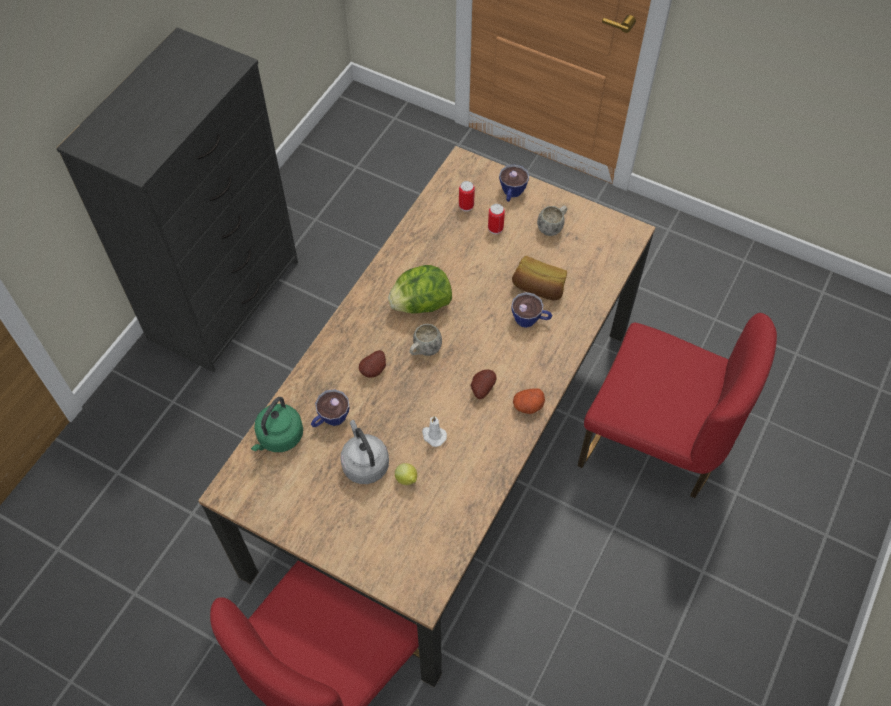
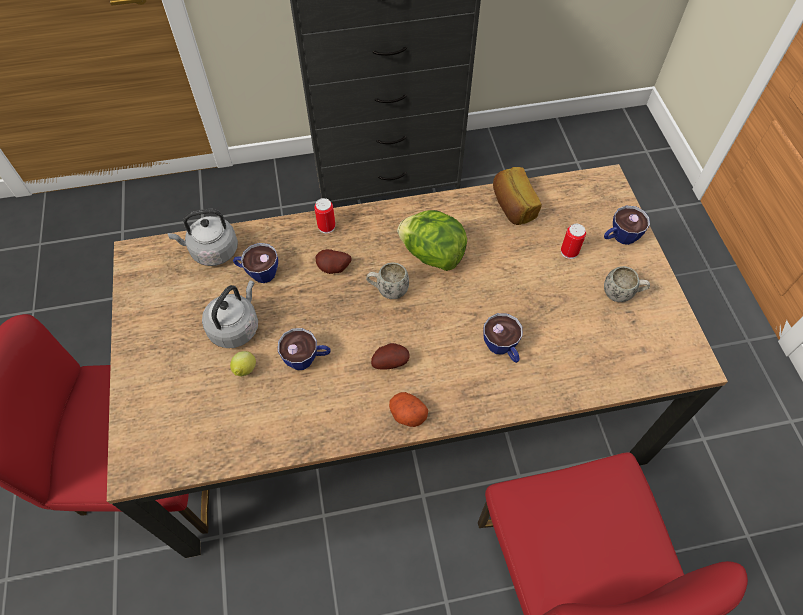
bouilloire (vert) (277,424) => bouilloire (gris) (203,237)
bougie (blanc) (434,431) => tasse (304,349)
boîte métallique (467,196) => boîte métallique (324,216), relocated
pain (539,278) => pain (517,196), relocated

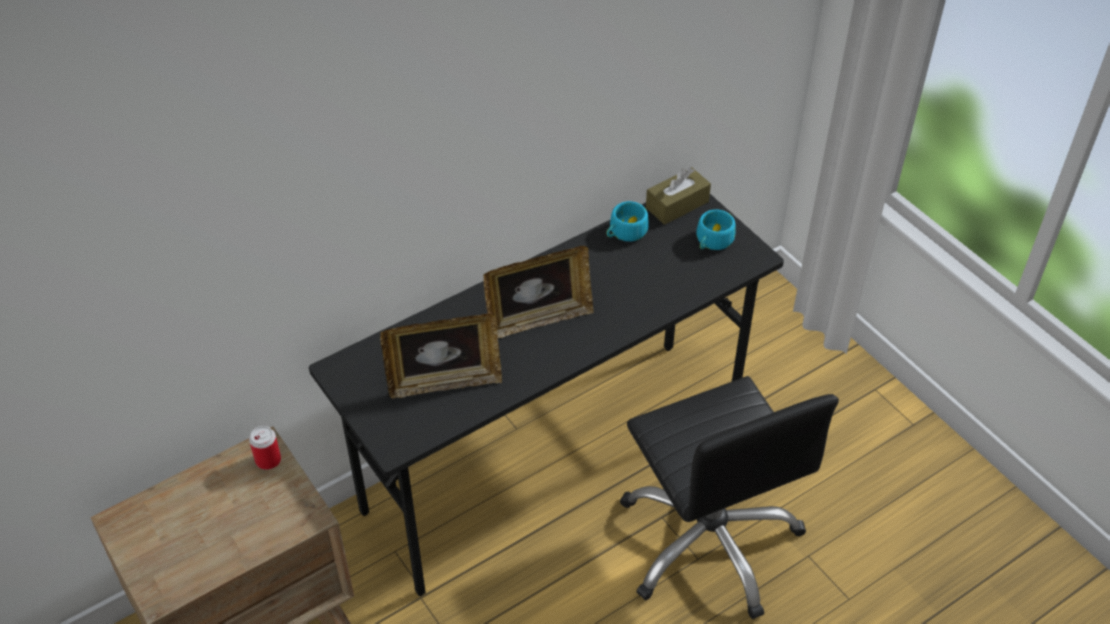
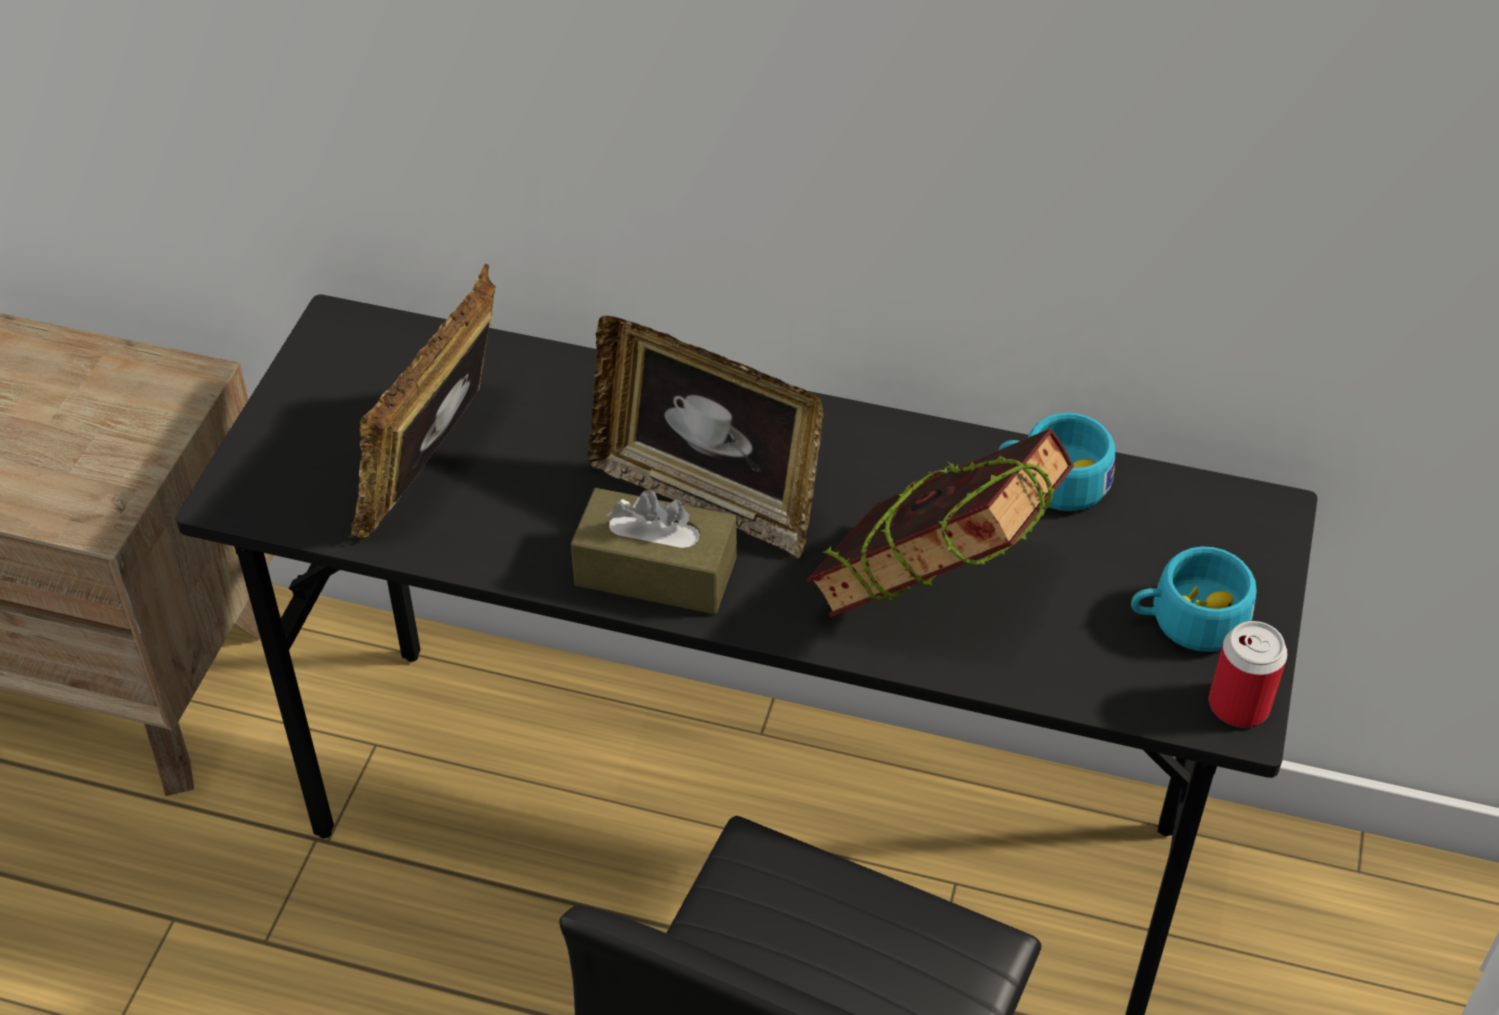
cadre photo (441,356) => cadre photo (422,401), 75 degrees clockwise
boîte à mouchoirs (marron) (678,196) => boîte à mouchoirs (marron) (654,551), relocated
nothing => livre (940,522)
boîte métallique (265,448) => boîte métallique (1248,674), relocated

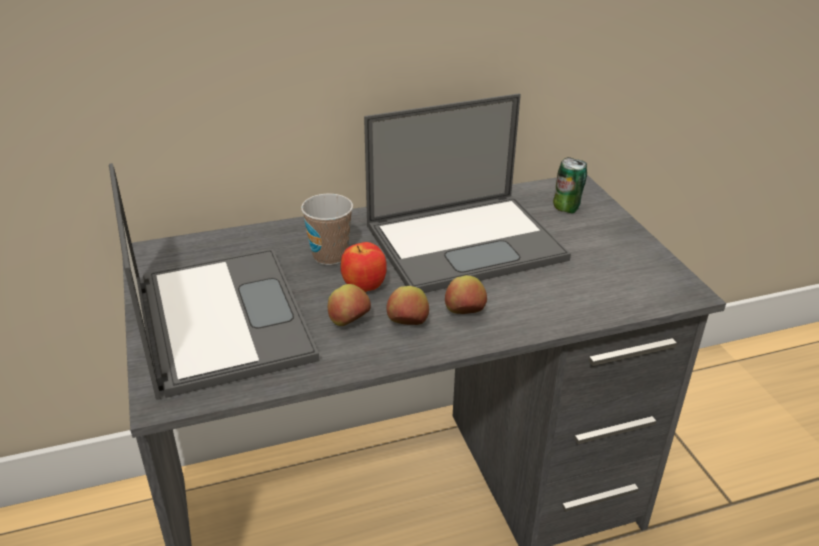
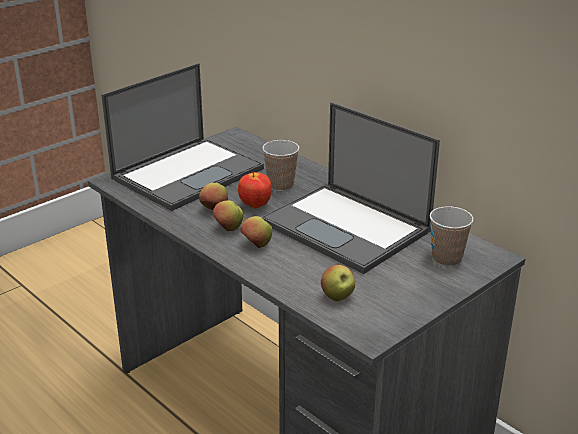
nothing => pomme (338,283)
boîte métallique (570,185) => tasse (452,236)

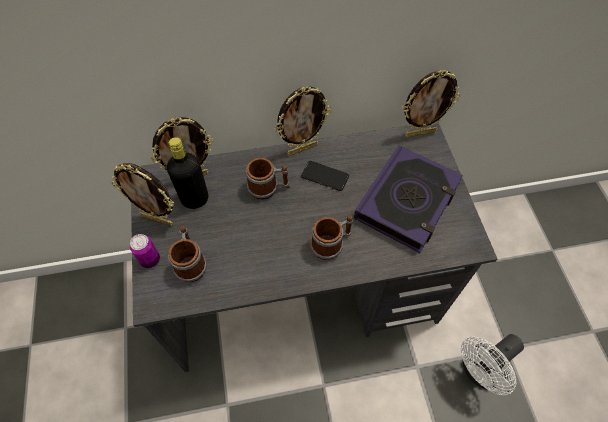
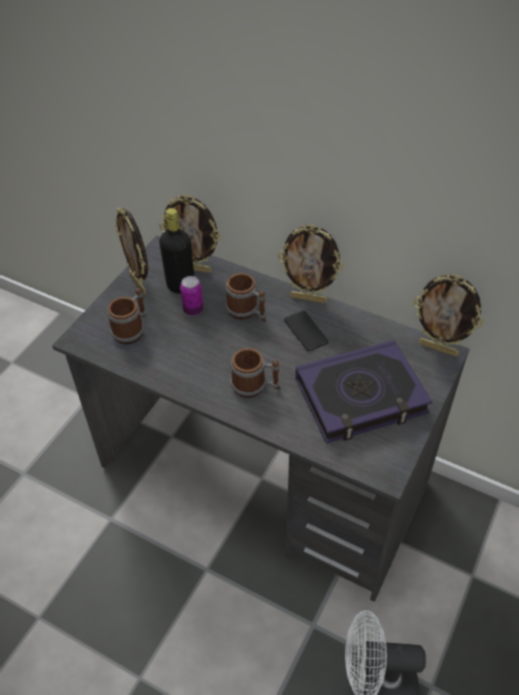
boîte métallique (145,251) => boîte métallique (191,296), relocated

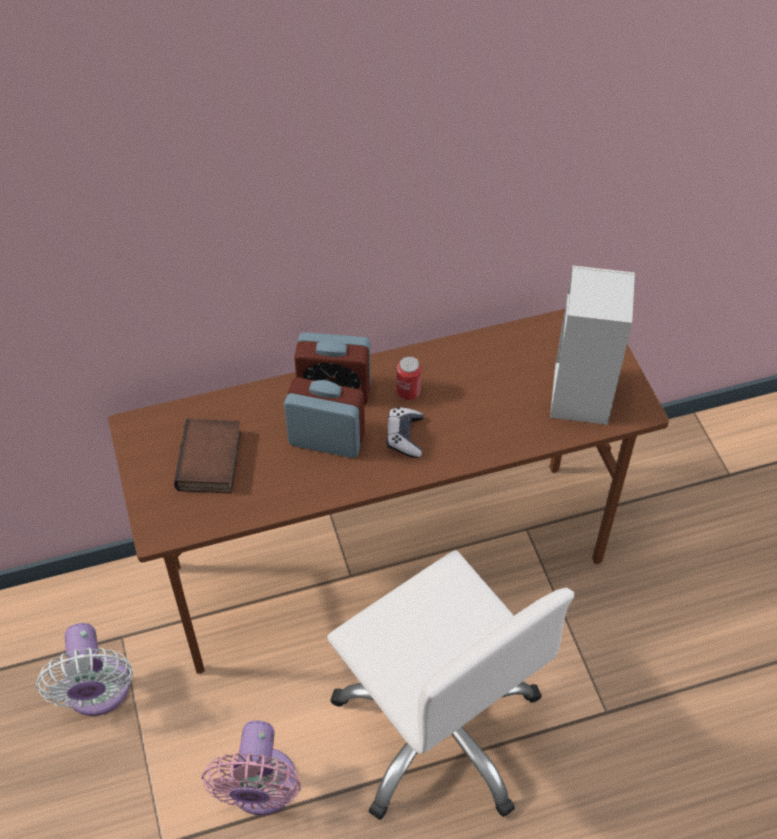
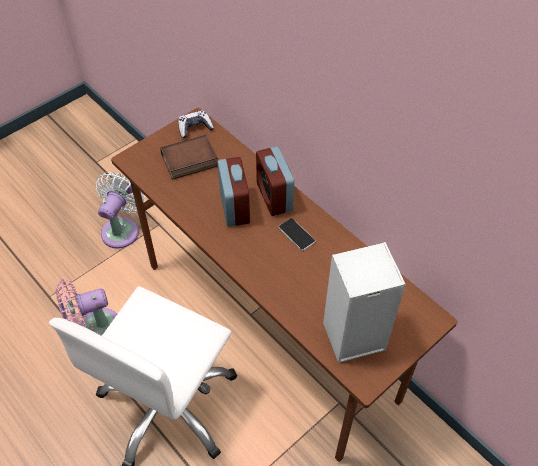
ventilateur (blanc) (84,669) => ventilateur (blanc) (120,210), 150 degrees clockwise
manette (404,432) => manette (196,124), relocated
boîte métallique (409,378) => téléphone (297,234)

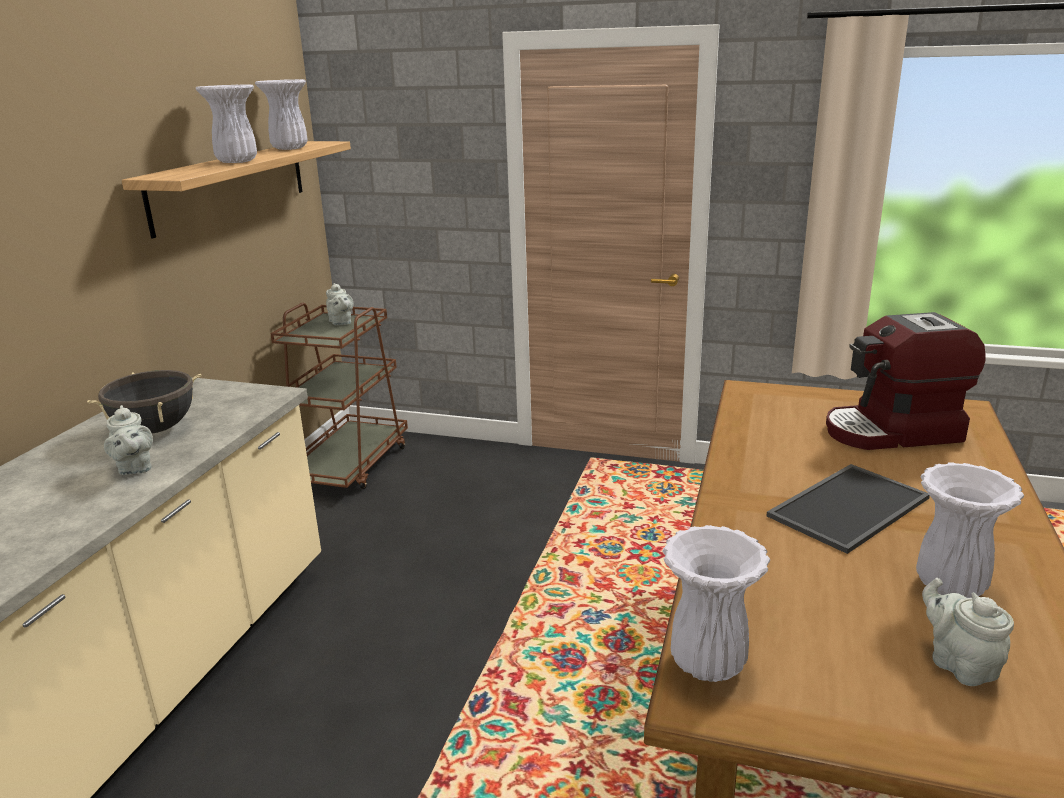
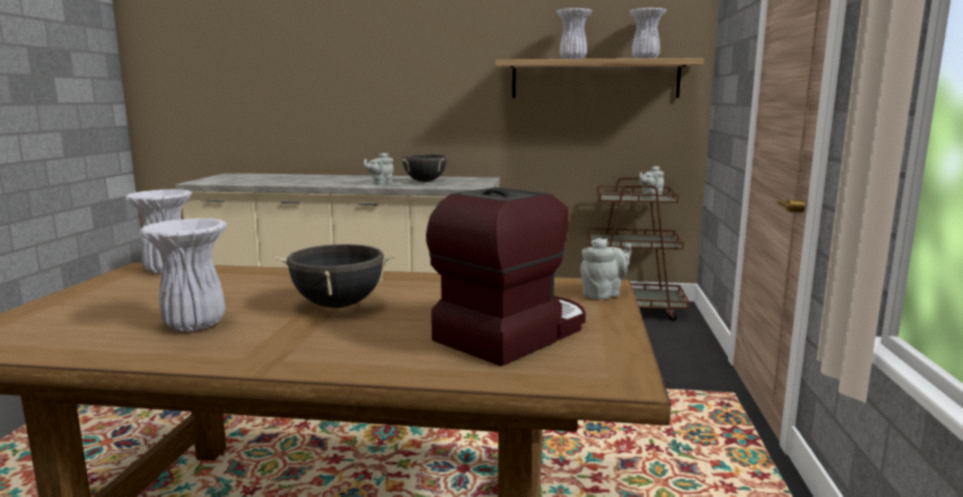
plateau (848,509) => marmite (noir) (335,276)
machine à café (905,381) => machine à café (506,276), 60 degrees clockwise
théière (gris) (968,632) => théière (gris) (605,269), relocated

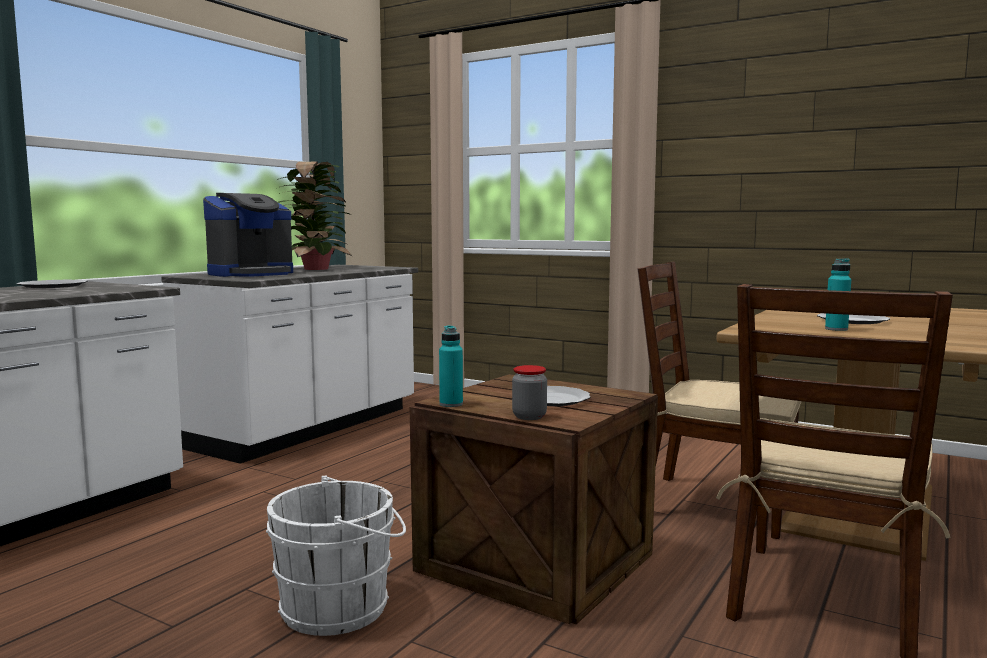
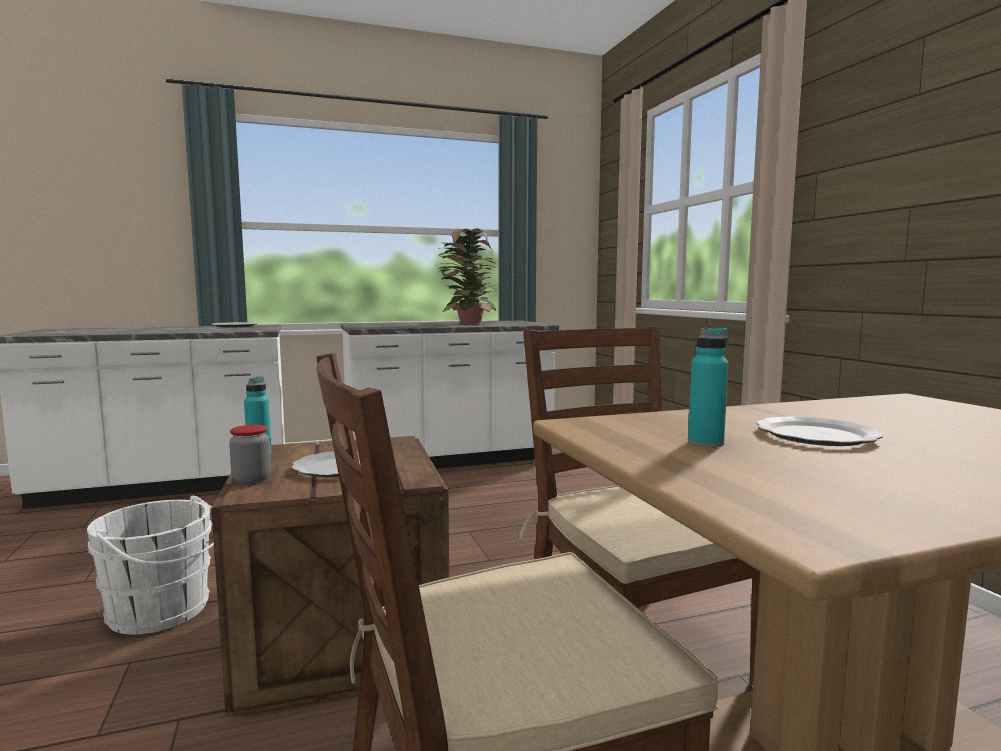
machine à café (248,235) => nothing

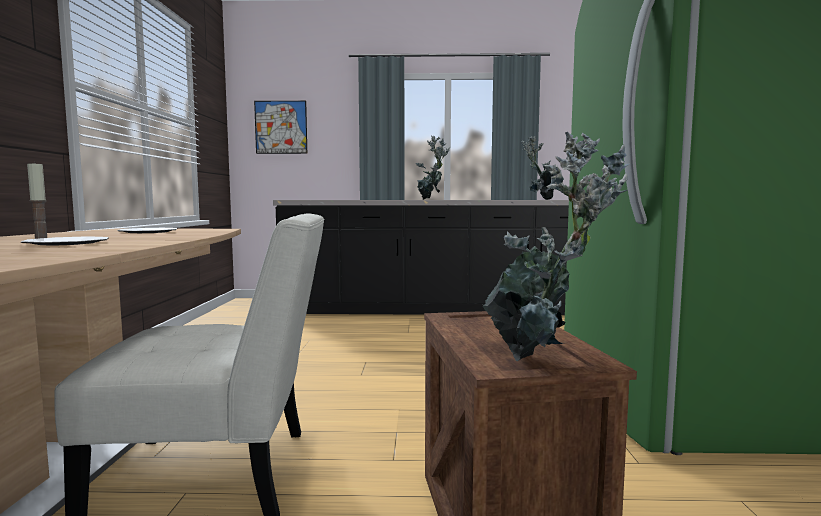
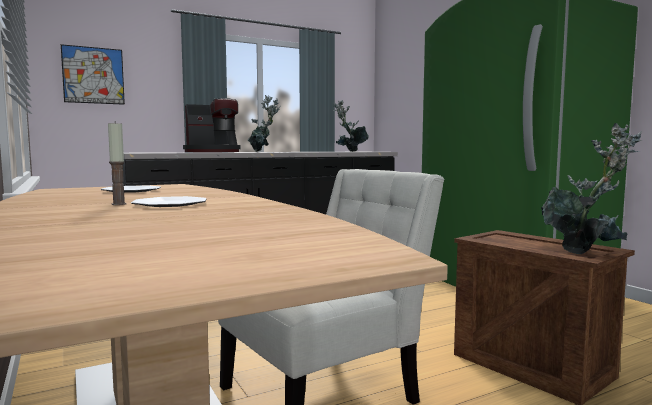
nothing => machine à café (212,125)

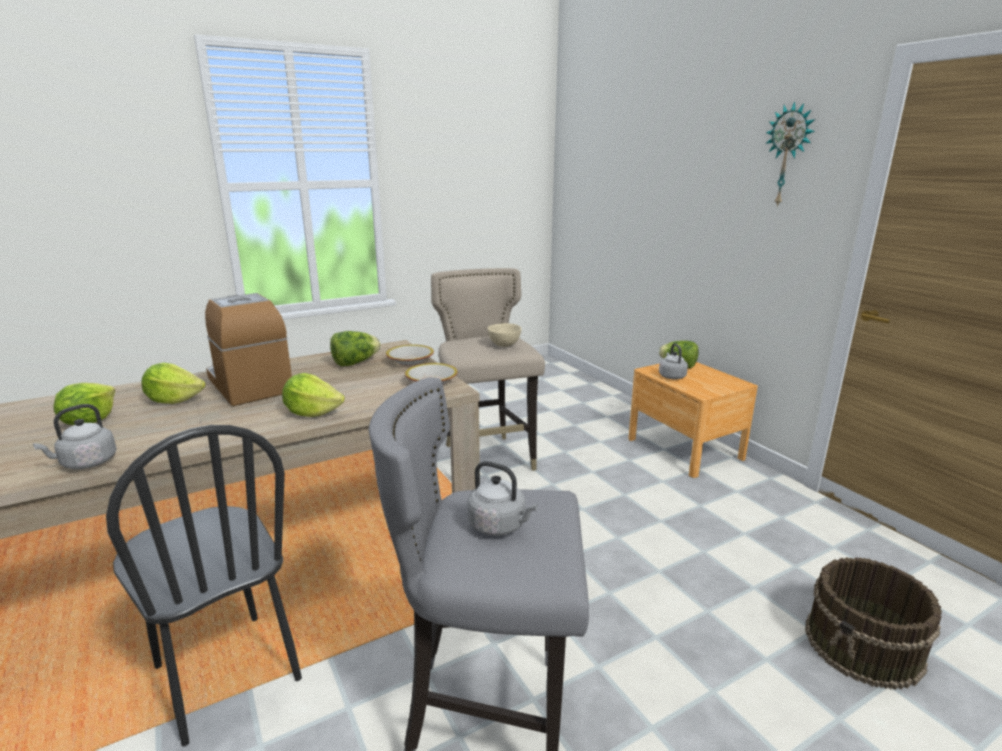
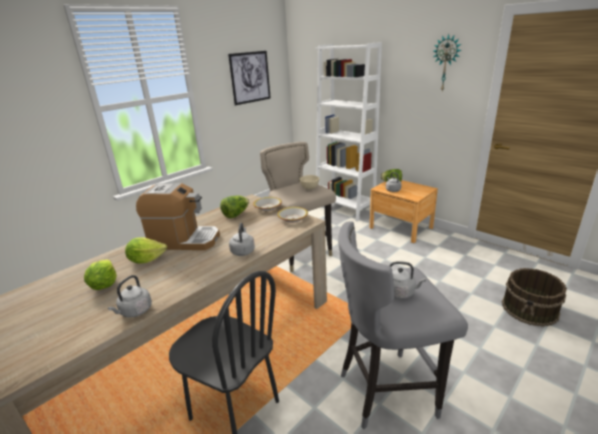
machine à café (248,349) => machine à café (178,216), 150 degrees clockwise
nothing => tableau (249,78)
laitue (313,395) => bouilloire (gris) (242,239)
nothing => bibliothèque (blanc) (349,131)

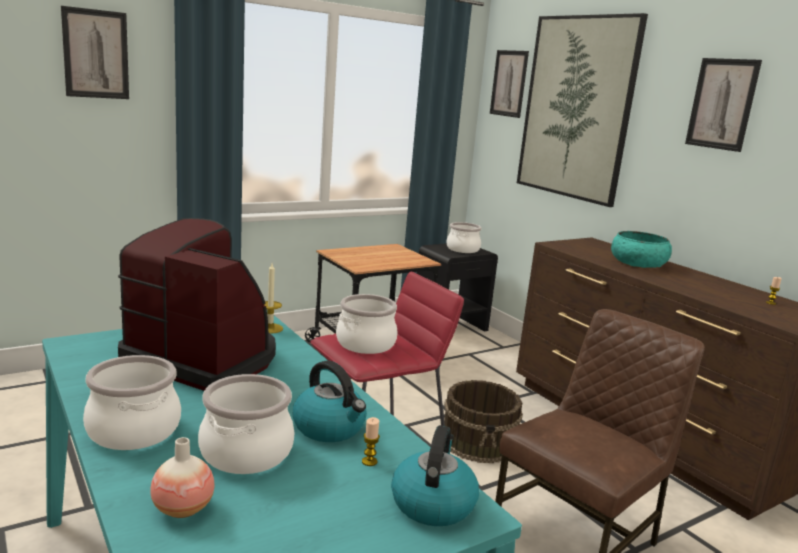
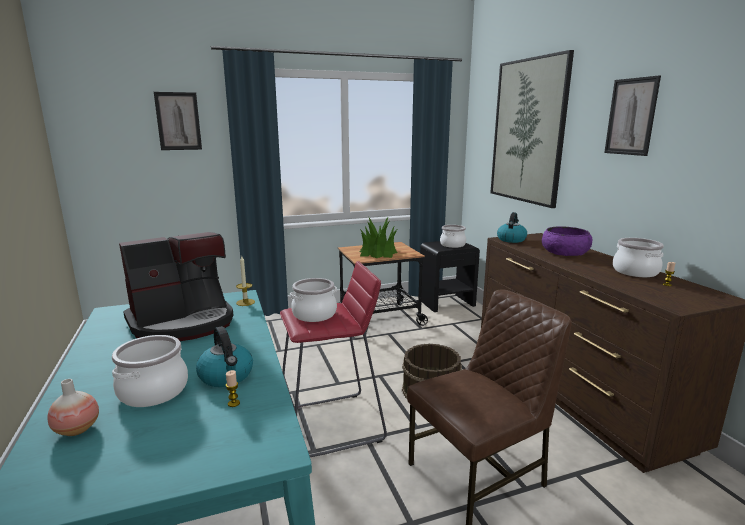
machine à café (197,304) => machine à café (176,286), 105 degrees clockwise
nothing => plante en pot (378,237)
bouilloire (435,475) => bouilloire (512,227), relocated
bol (turquoise) (641,249) => bol (violet) (567,241)
marmite (132,402) => marmite (638,257), relocated
tableau (509,84) => nothing

